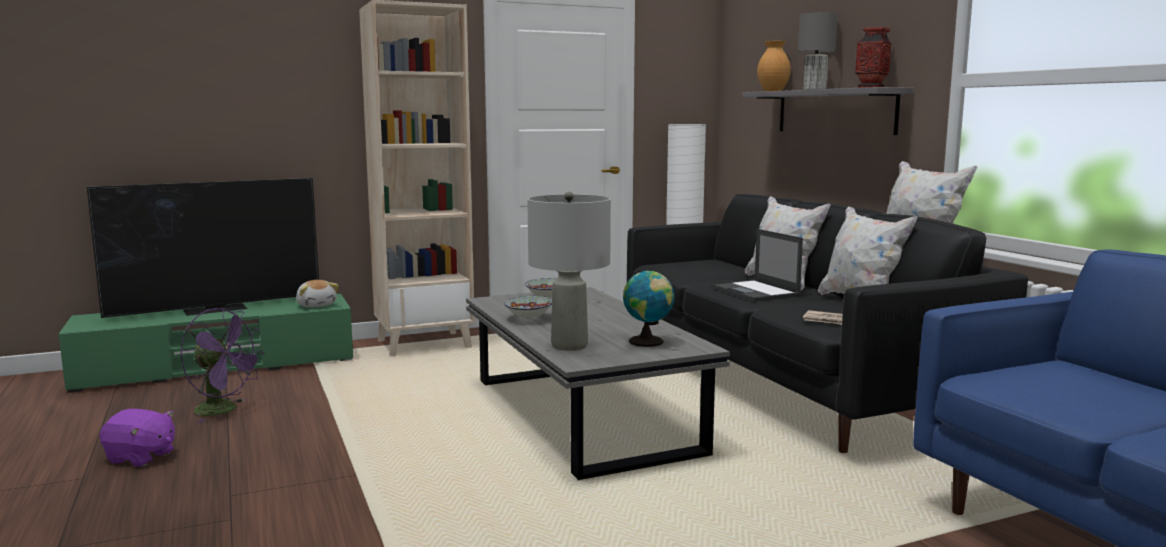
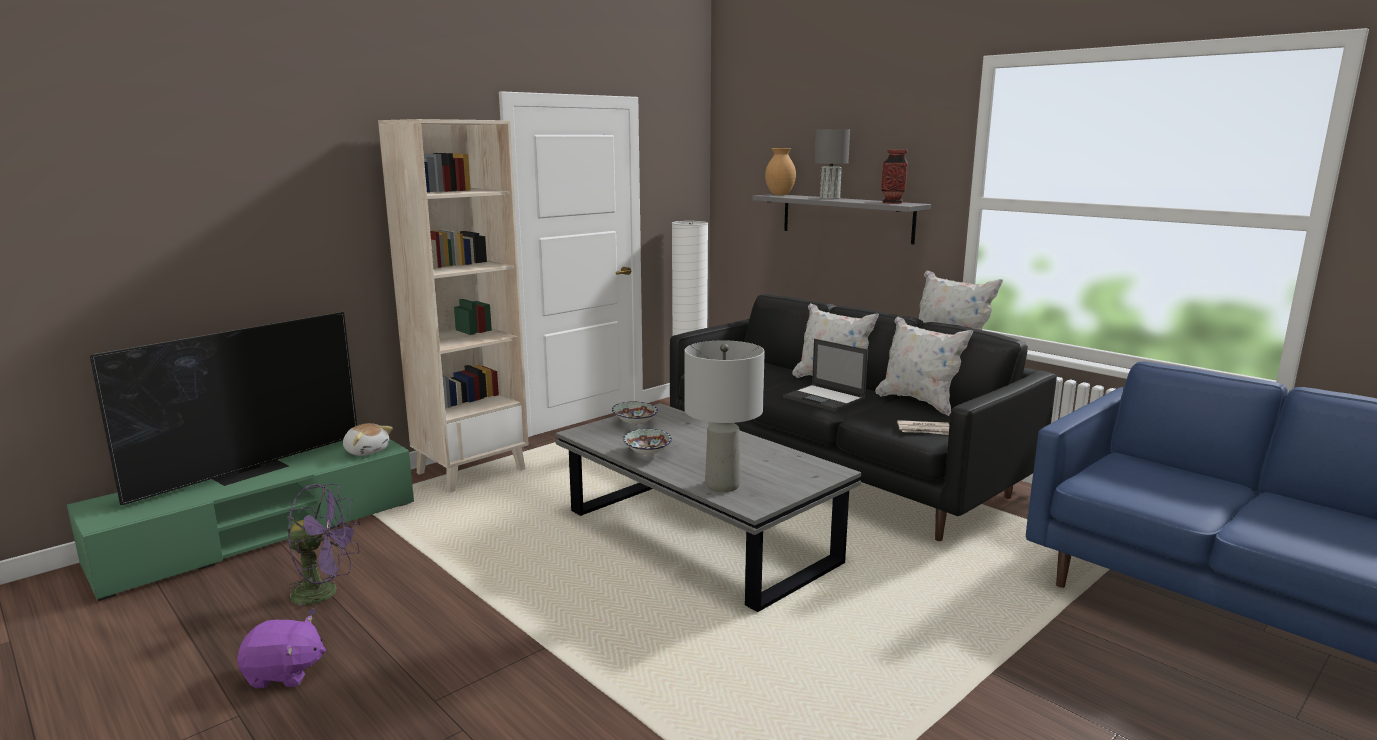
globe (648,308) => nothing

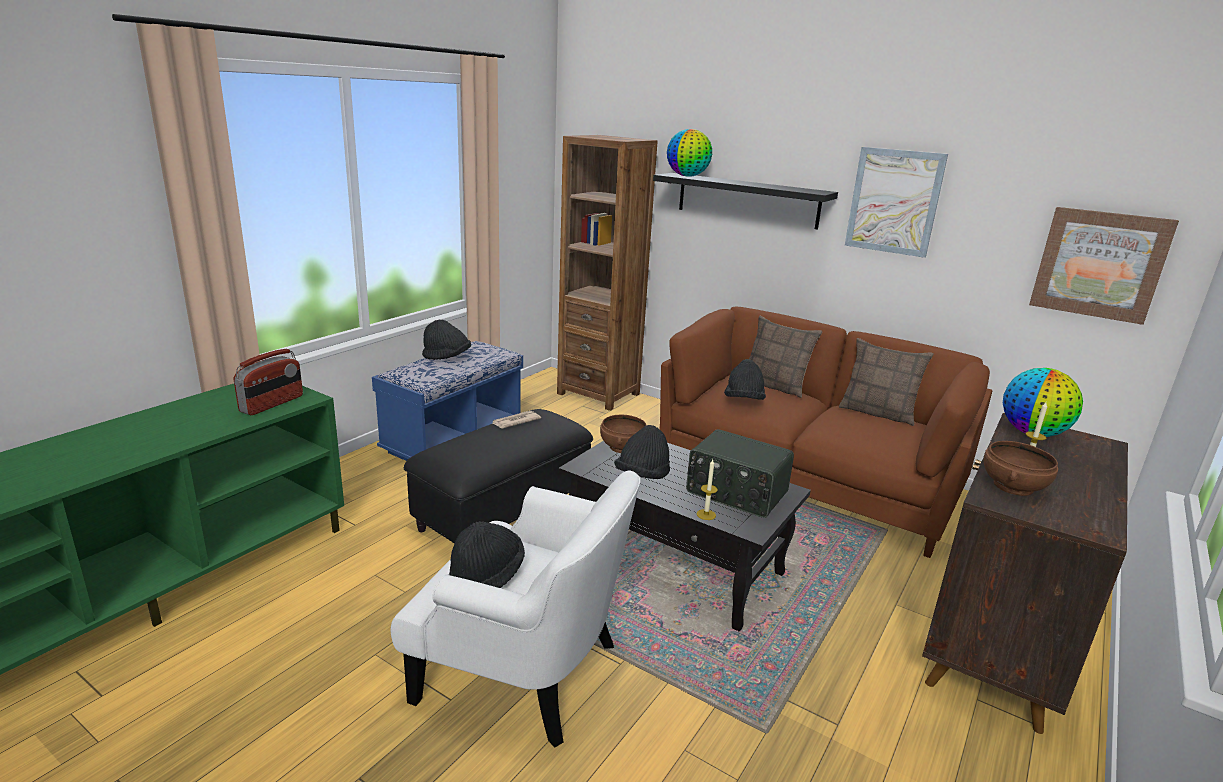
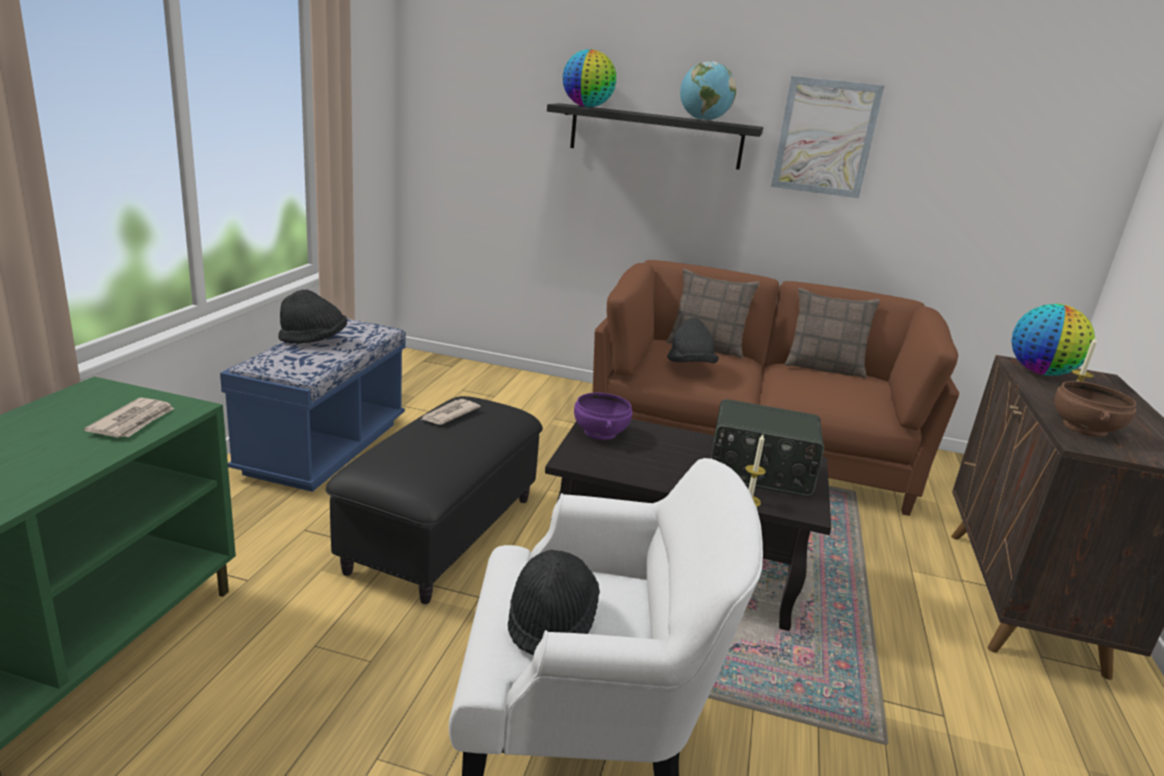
radio (268,382) => journal (129,418)
bol (marron) (623,434) => bol (violet) (603,416)
nothing => globe (708,91)
bibliothèque (marron) (607,273) => nothing
chapeau (noir) (642,452) => nothing
tableau (1104,266) => nothing

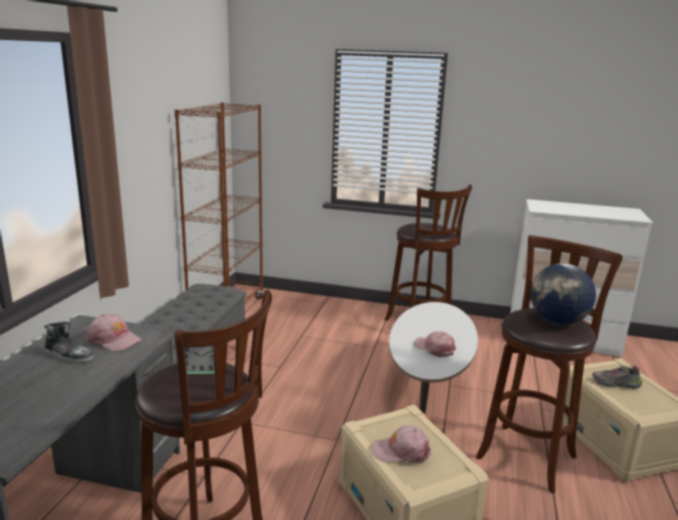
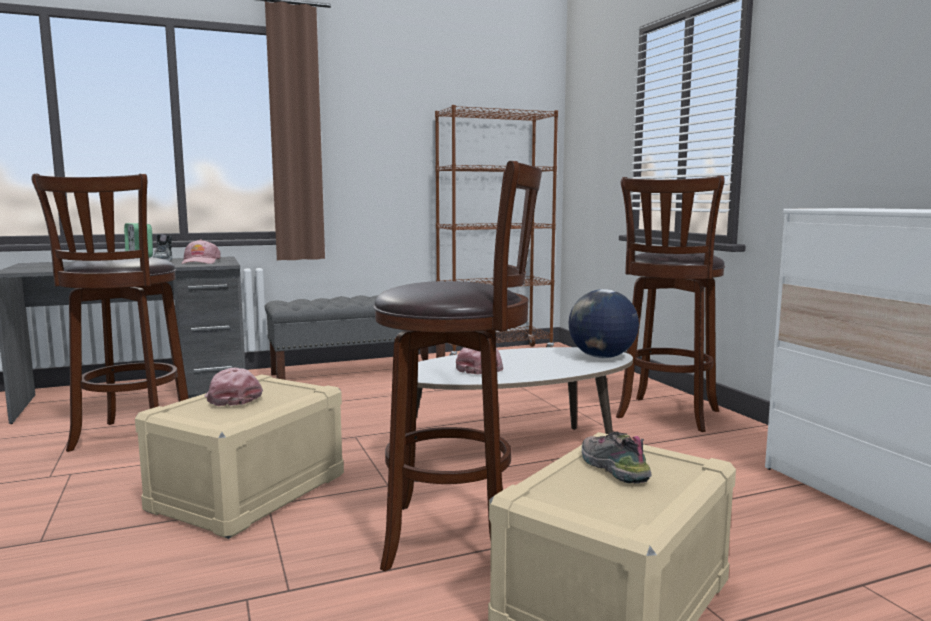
globe (563,294) => globe (603,323), relocated

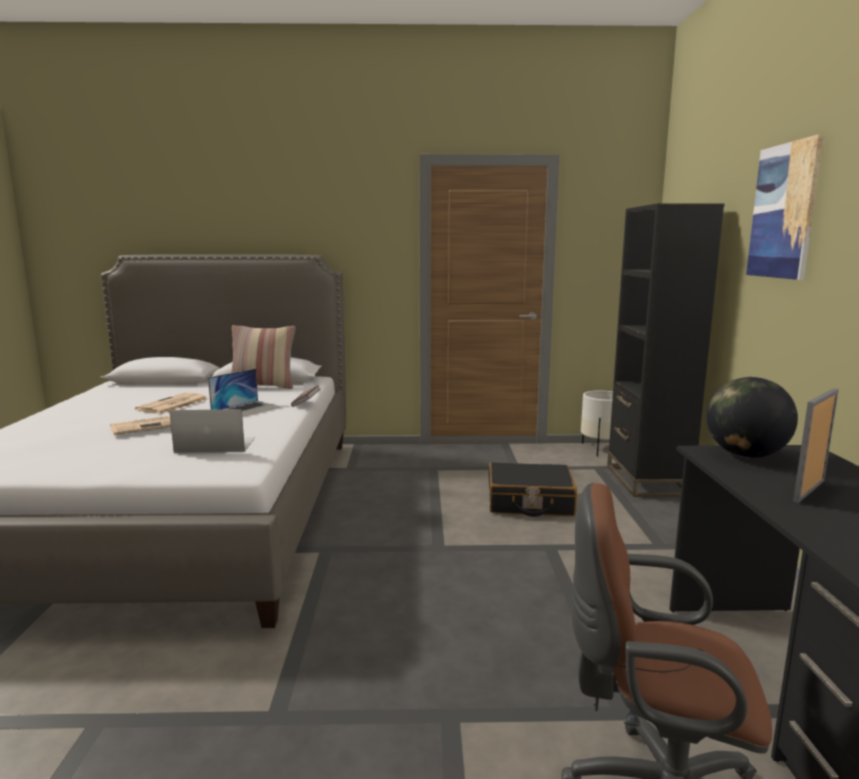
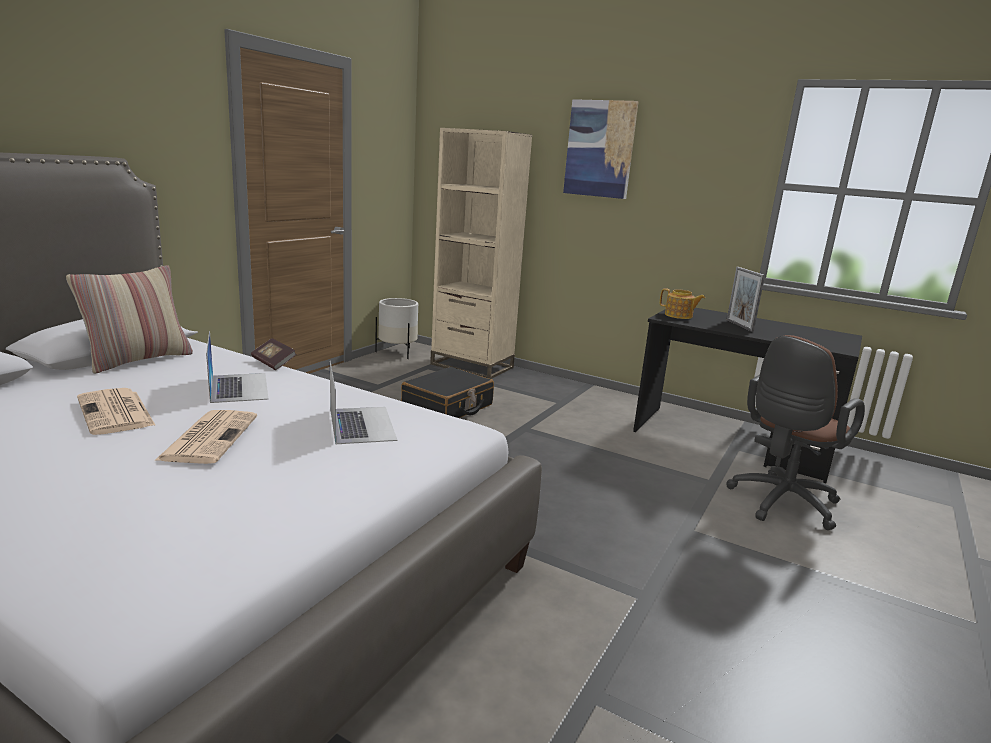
ordinateur portable (212,431) => ordinateur portable (363,402), 135 degrees clockwise
bibliothèque (noir) (666,350) => bibliothèque (beige) (481,253)
globe (752,417) => théière (682,303)

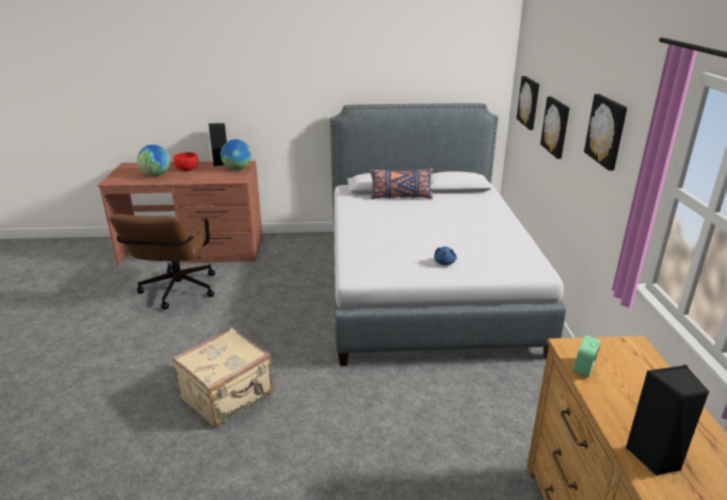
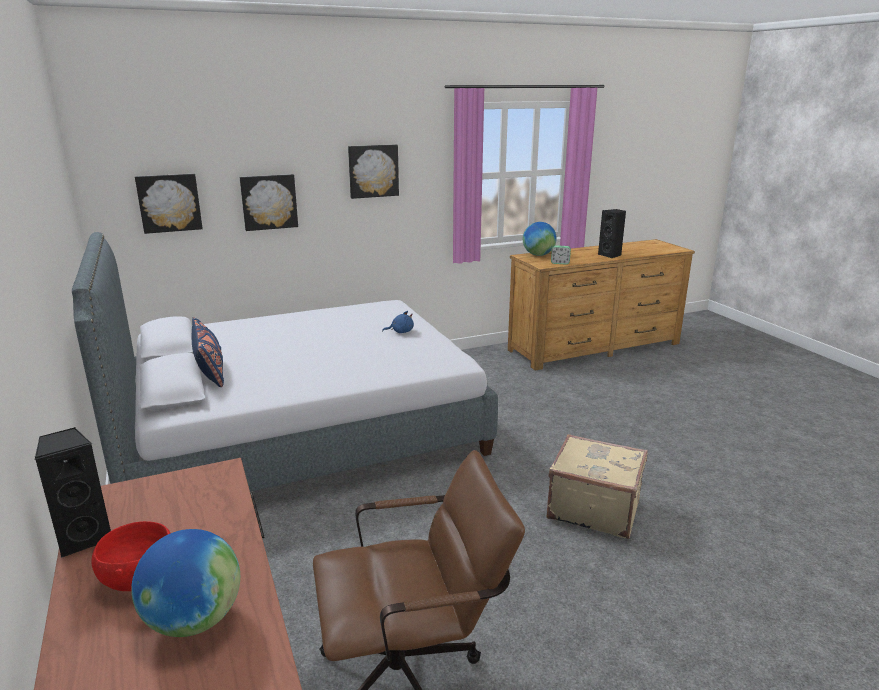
globe (236,154) => globe (540,239), relocated

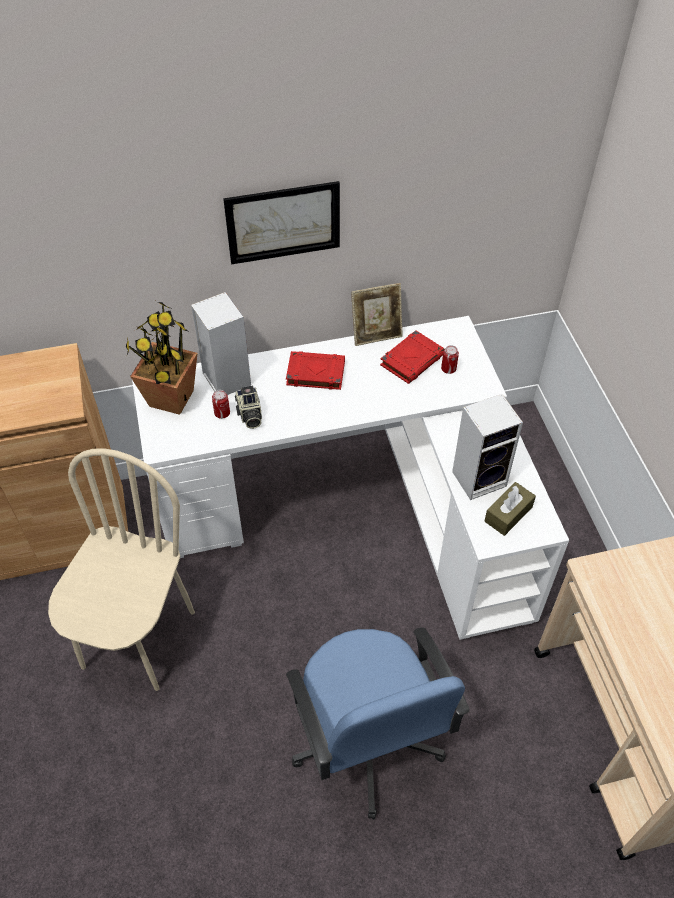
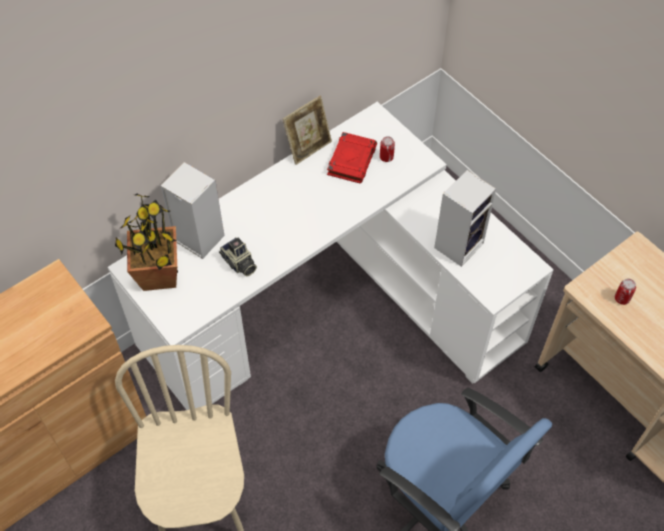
boîte métallique (221,404) => boîte métallique (625,292), relocated
tableau (281,222) => nothing
livre (rouge) (315,370) => nothing
boîte à mouchoirs (marron) (510,509) => nothing

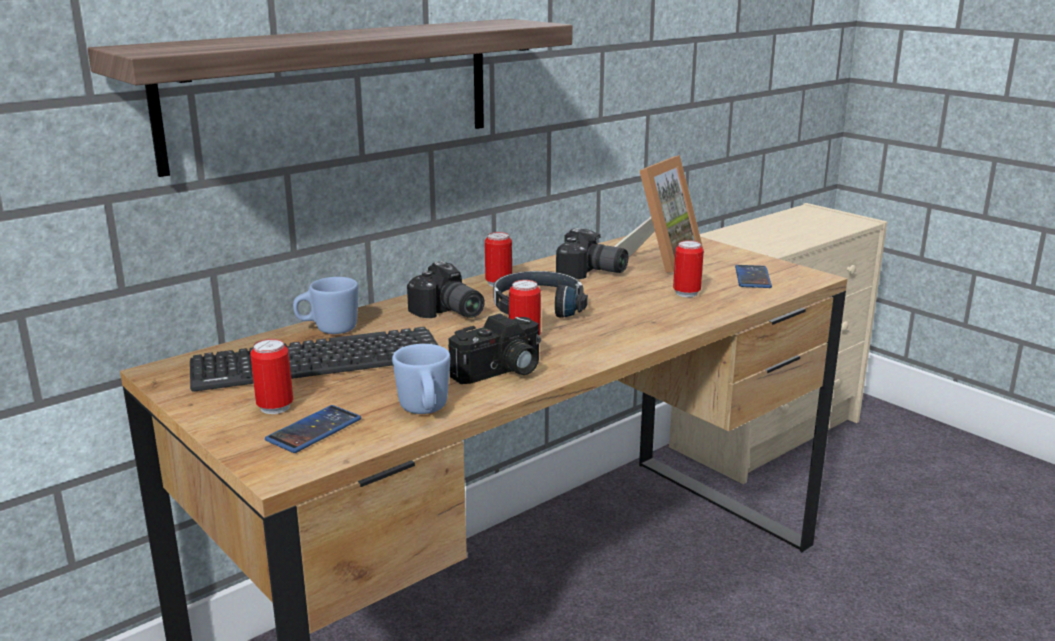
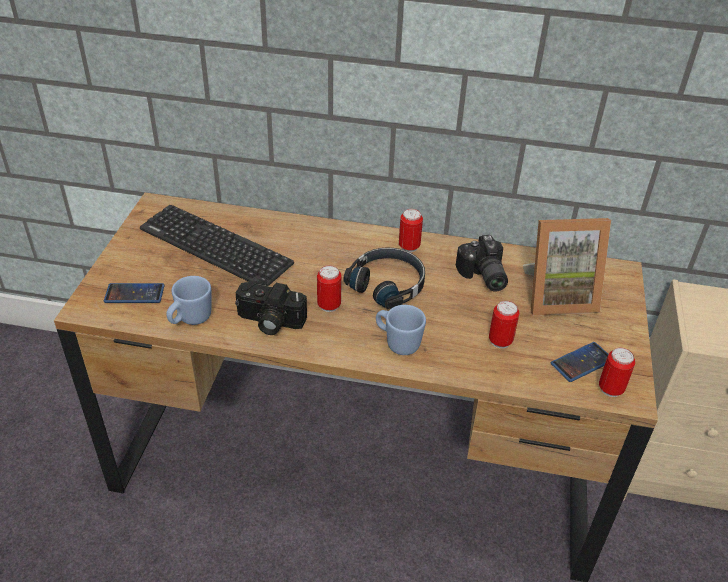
mug (bleu) (325,305) => mug (bleu) (401,330), relocated
boîte métallique (271,376) => boîte métallique (617,372), relocated
étagère (330,98) => nothing
appareil photo (446,289) => nothing

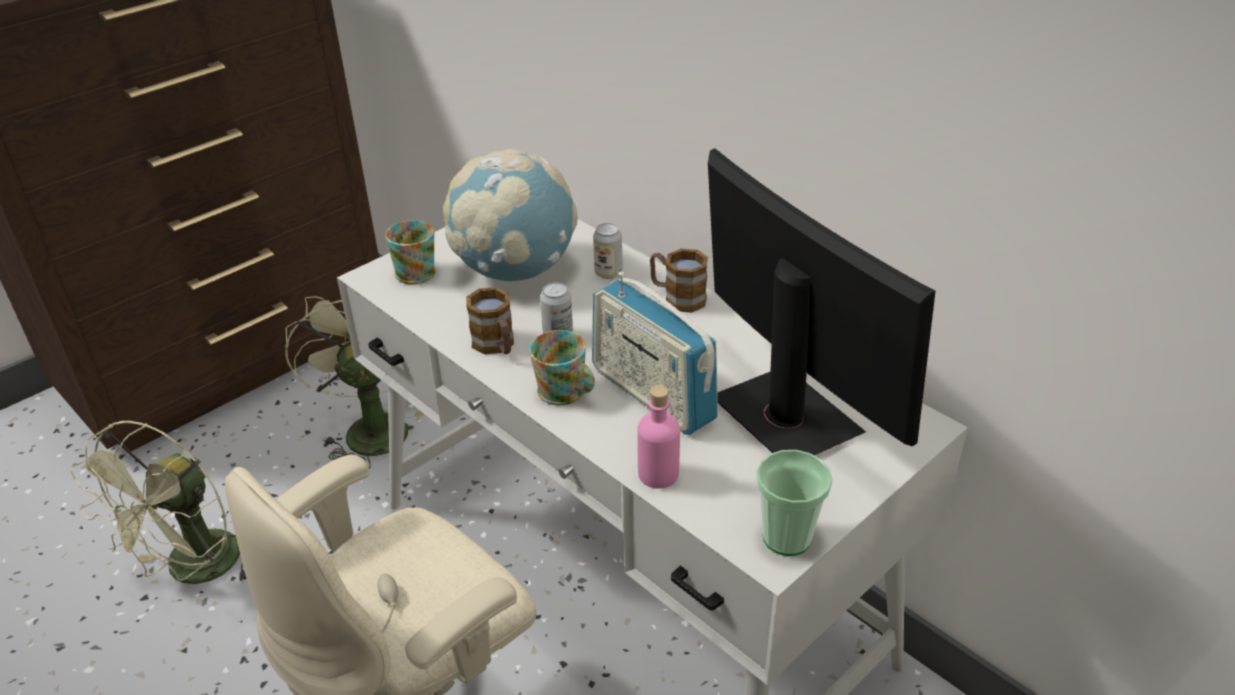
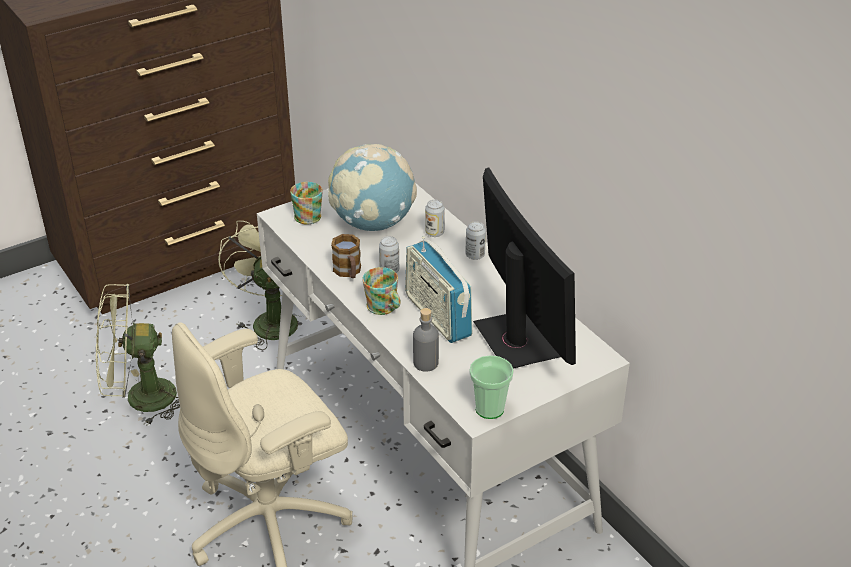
ventilateur (vert) (158,502) => ventilateur (vert) (138,355), 45 degrees clockwise
bouteille (rose) (658,436) => bouteille (gris) (426,340)
mug (679,281) => boîte métallique (475,240)

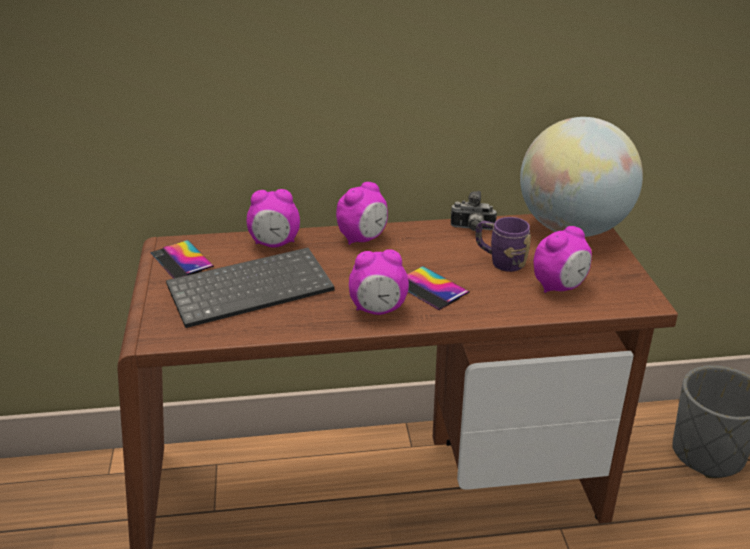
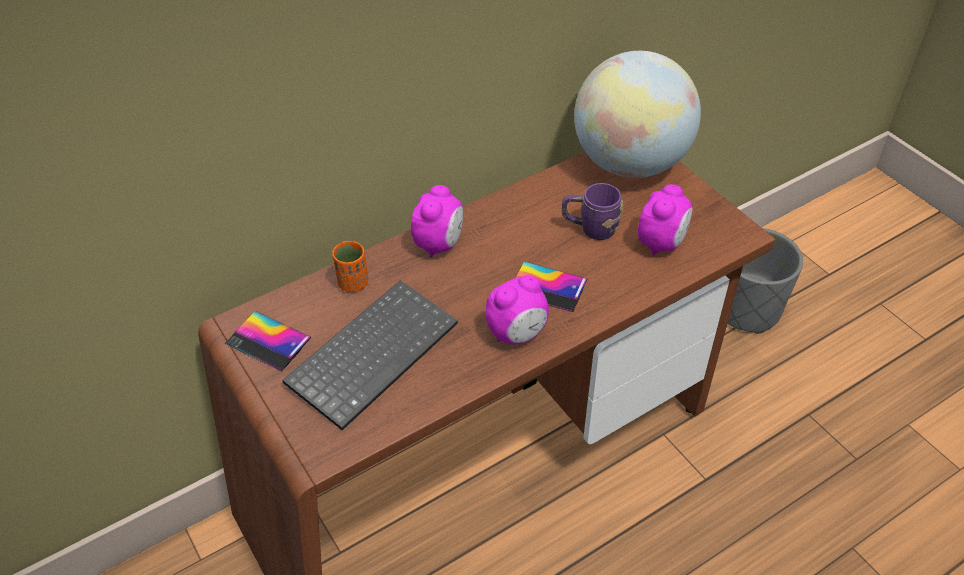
réveil (273,218) => tasse (orange) (350,266)
appareil photo (473,211) => nothing

